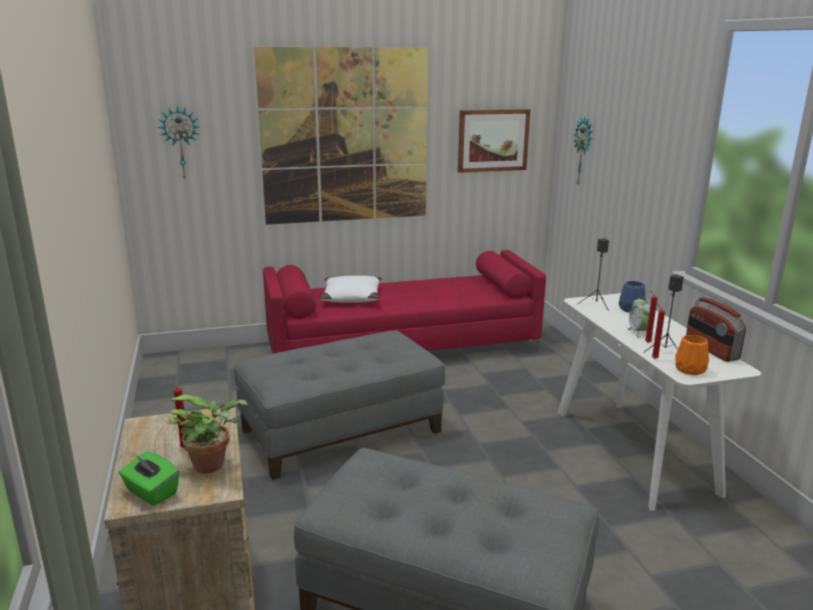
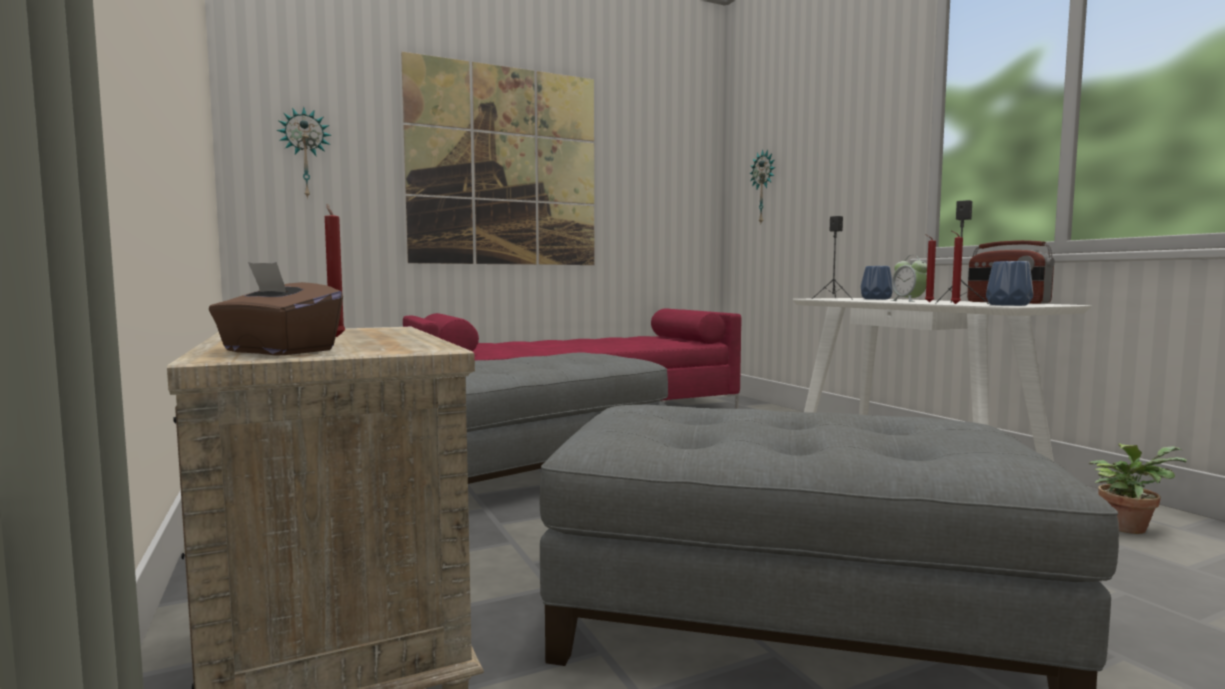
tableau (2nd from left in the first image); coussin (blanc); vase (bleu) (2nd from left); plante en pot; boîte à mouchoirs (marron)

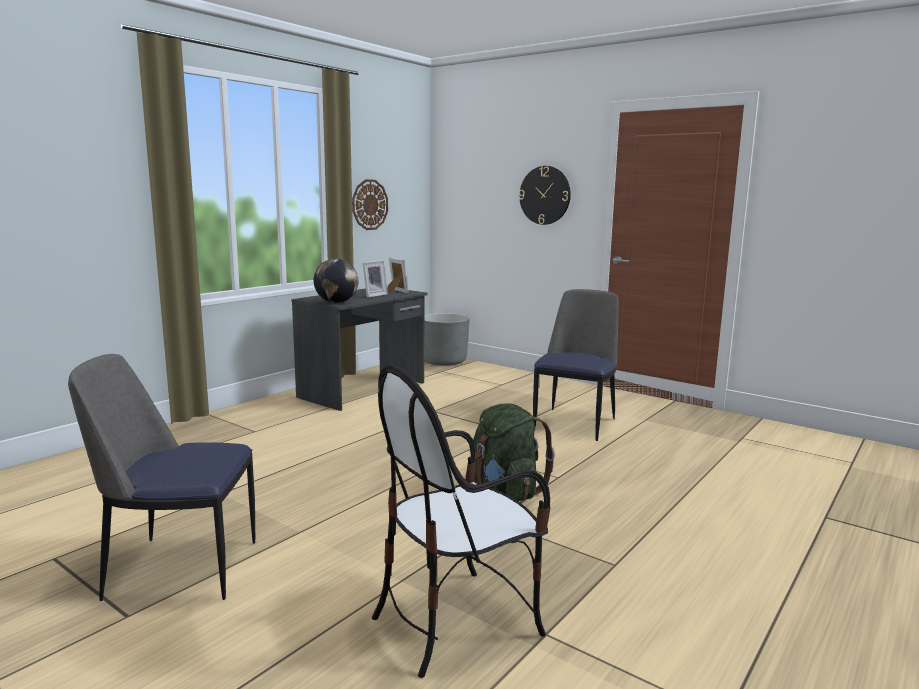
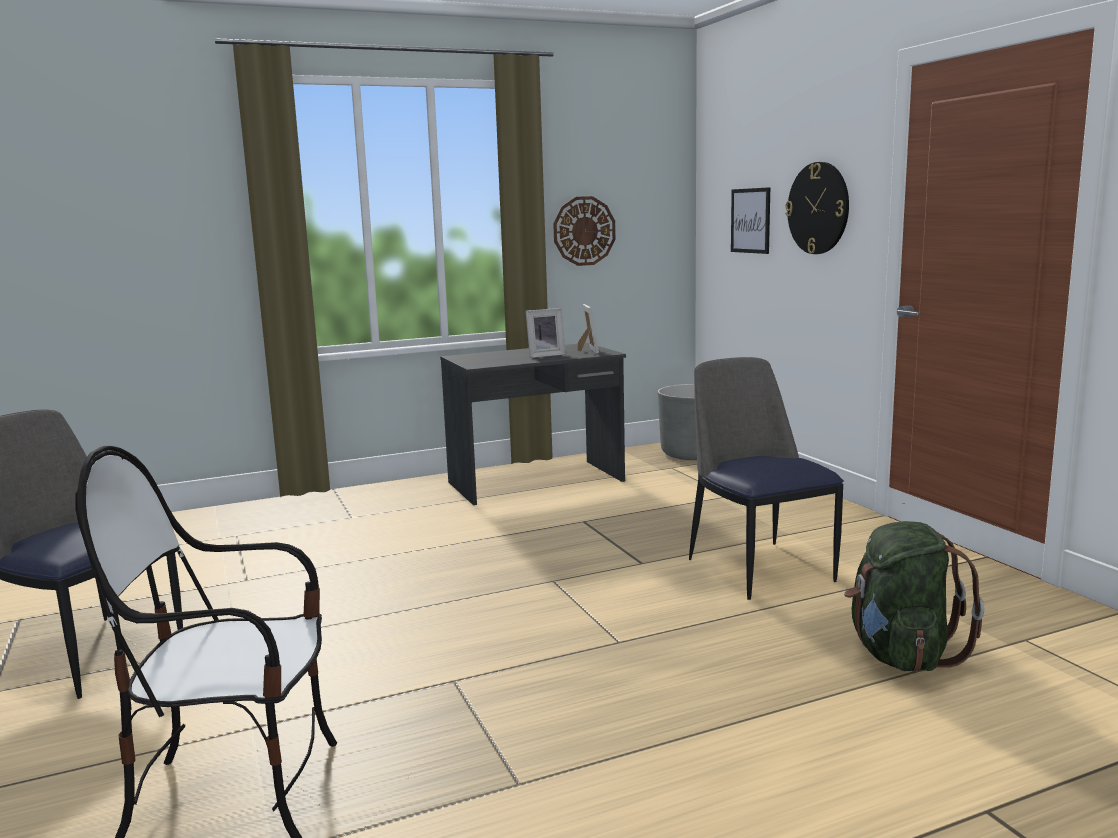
globe; chaise (3rd from left); sac à dos (vert); tableau

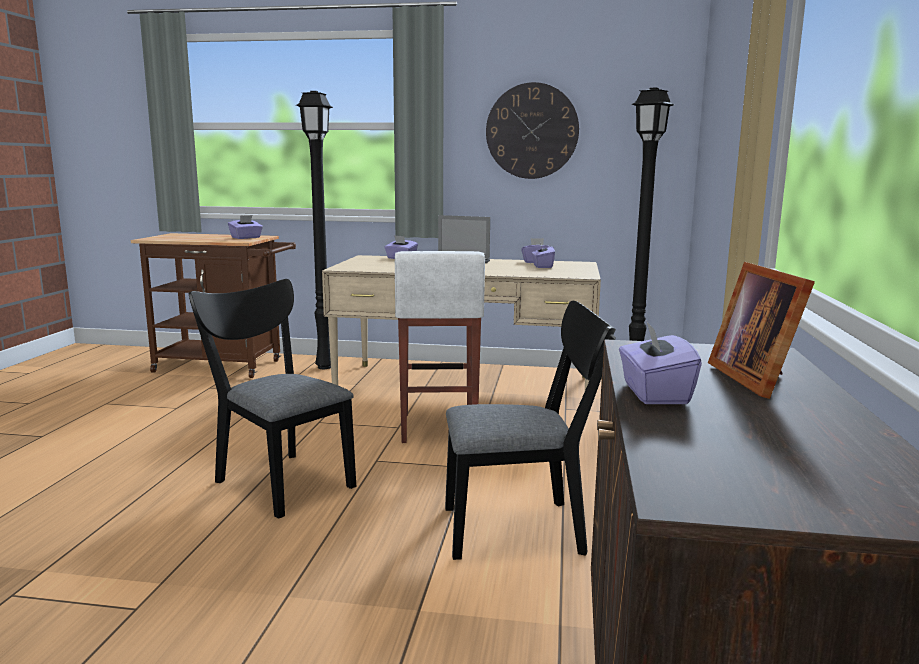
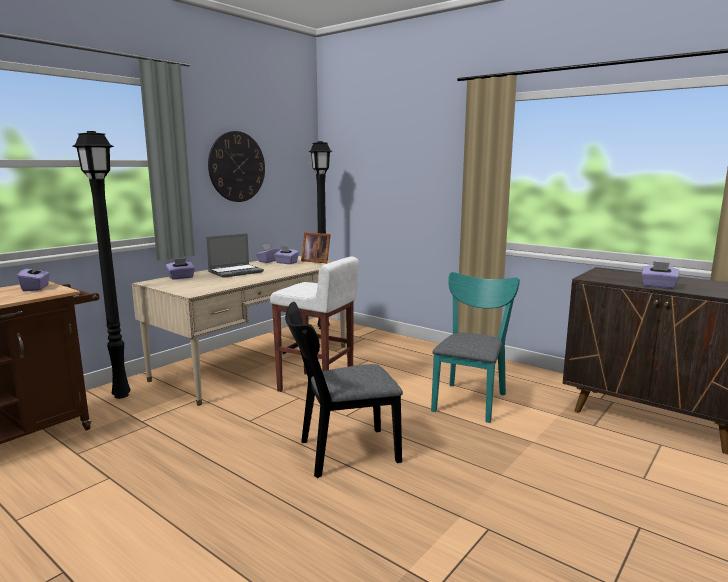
cadre photo; chaise (turquoise)

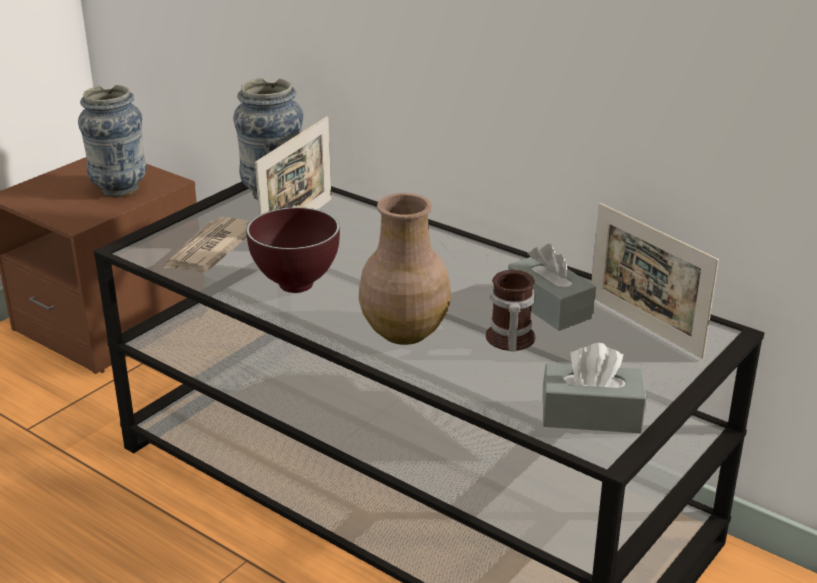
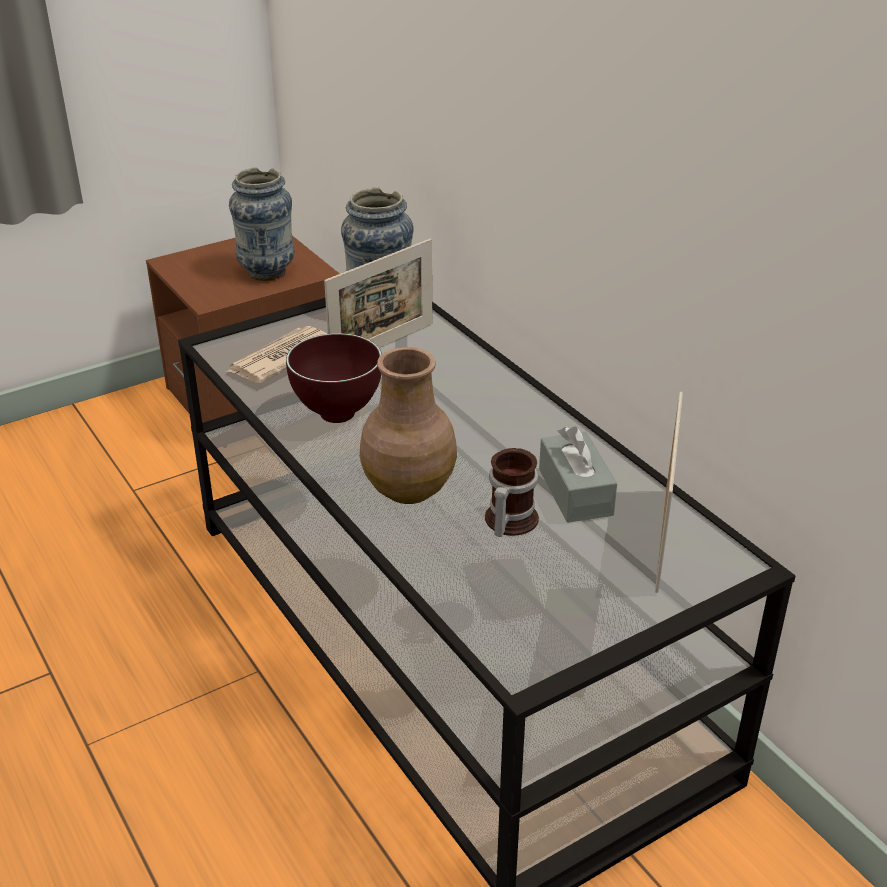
cadre photo (2nd from left); boîte à mouchoirs (gris) (2nd from left in the first image)

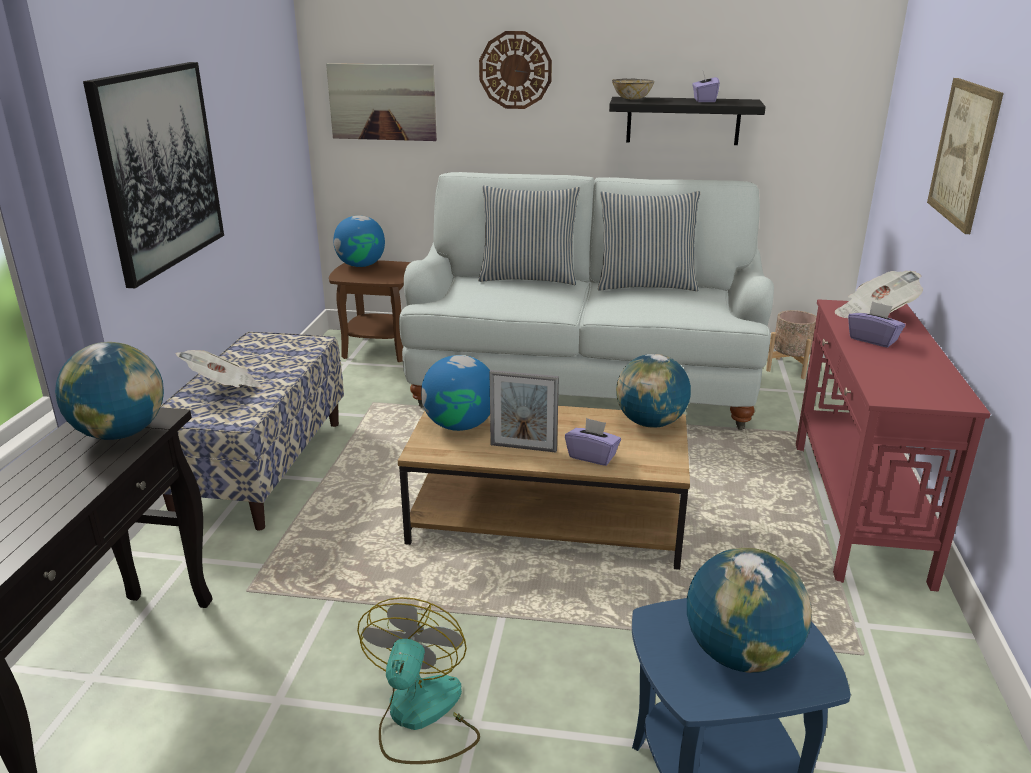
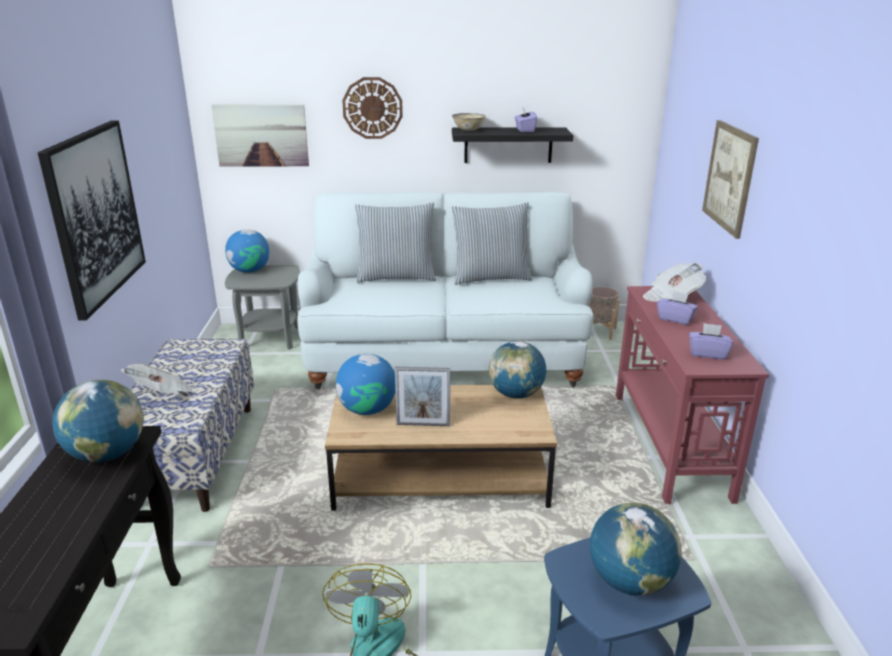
table d'appoint (gris); boîte à mouchoirs (violet) (3rd from left)

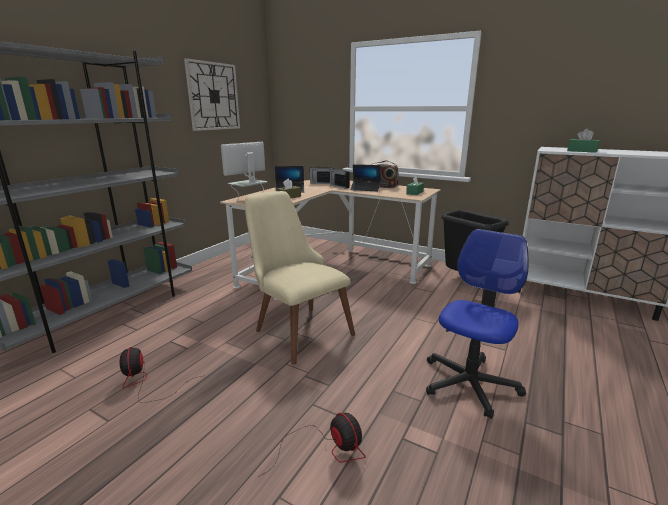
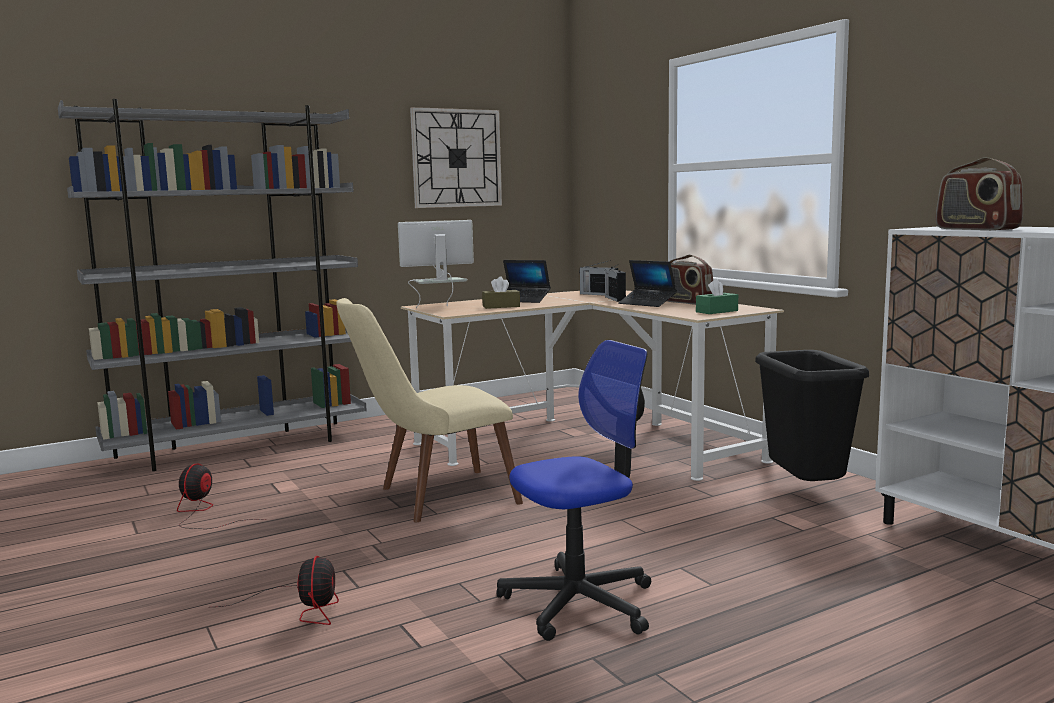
radio (4th from left); chaise (beige)

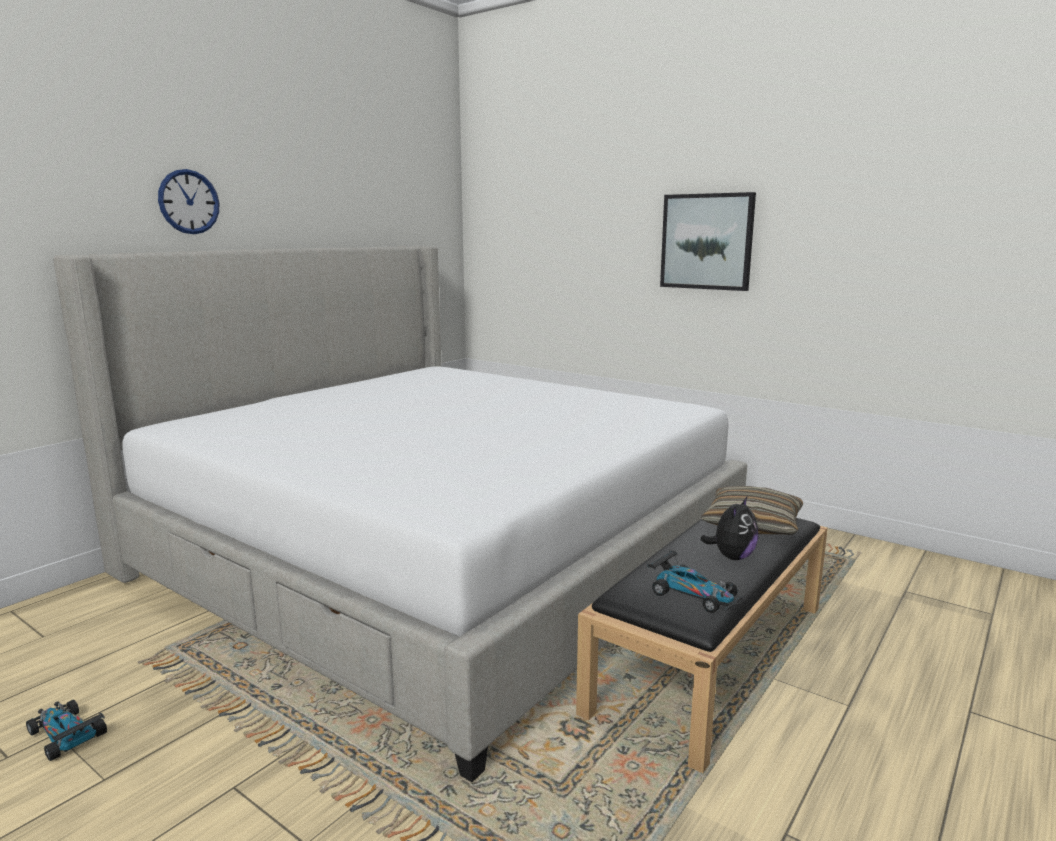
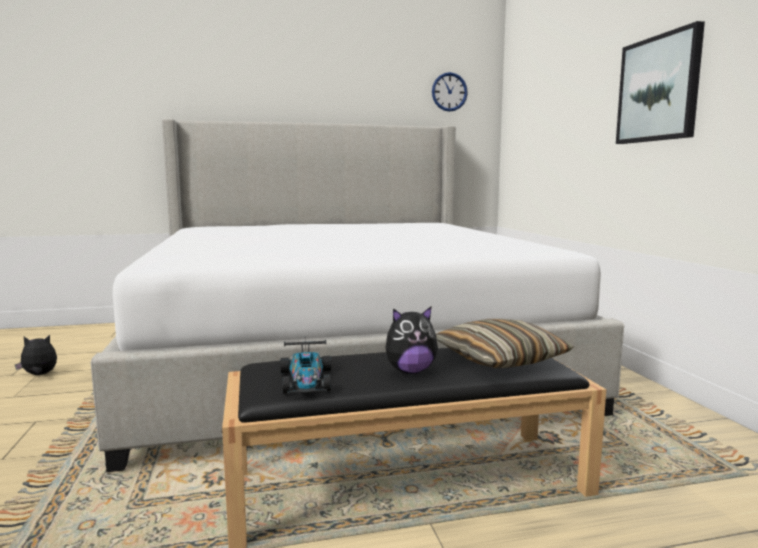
horloge murale; peluche (1st from left)

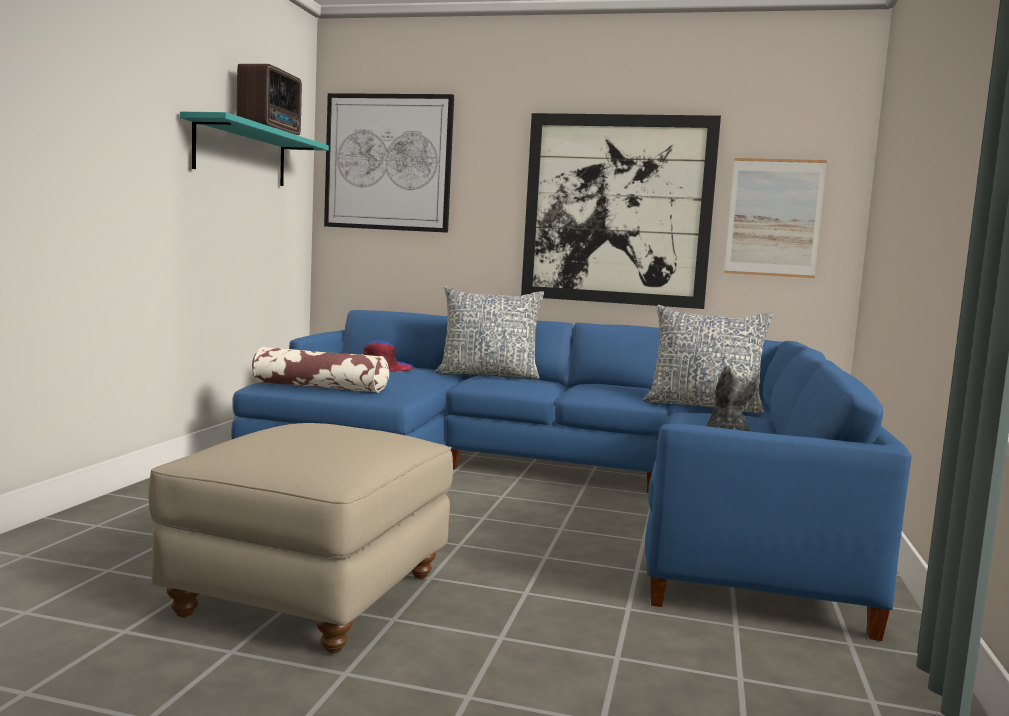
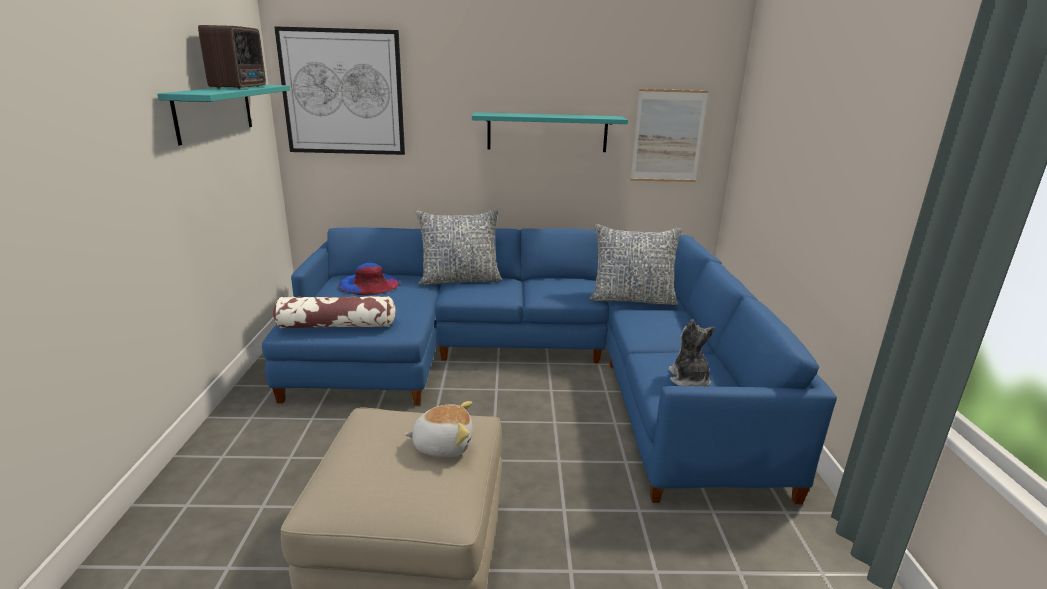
étagère (turquoise) (2nd from left); peluche (1st from left)

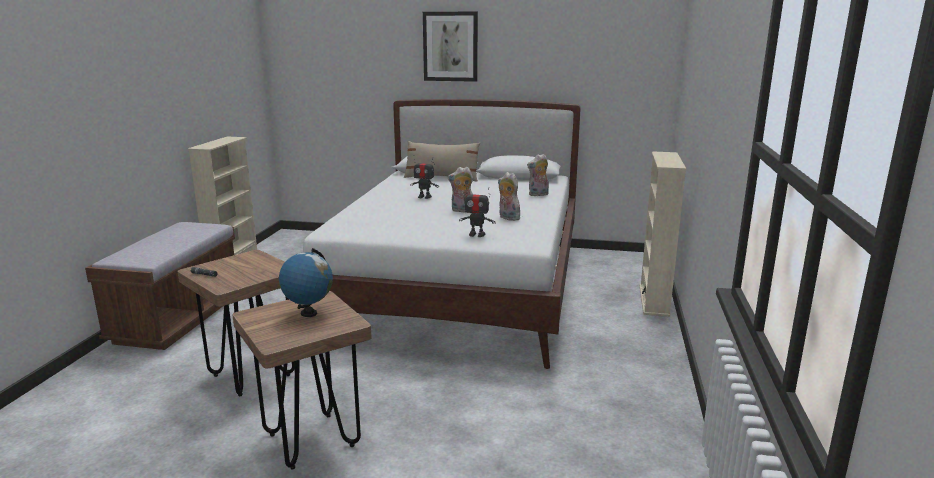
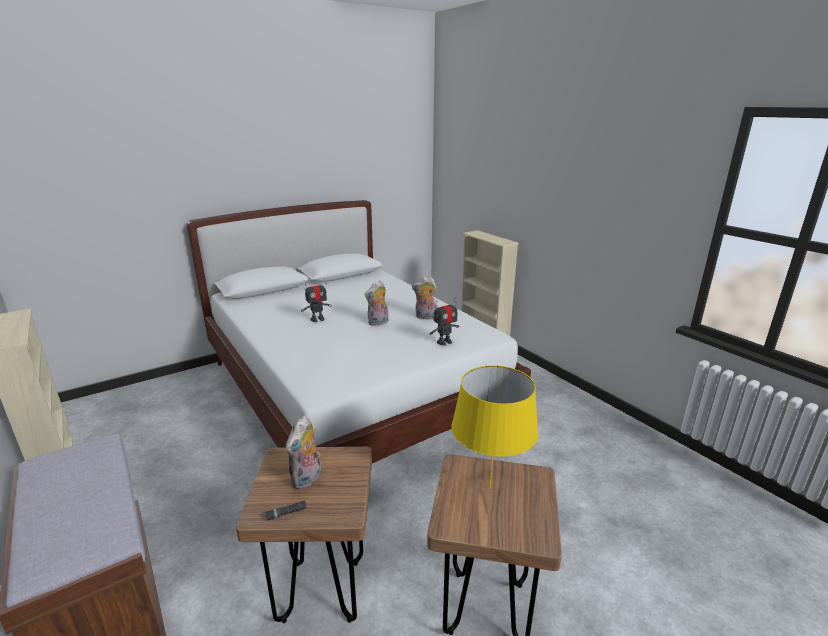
tableau; coussin (beige); peluche (1st from left); lampe de table (jaune)

